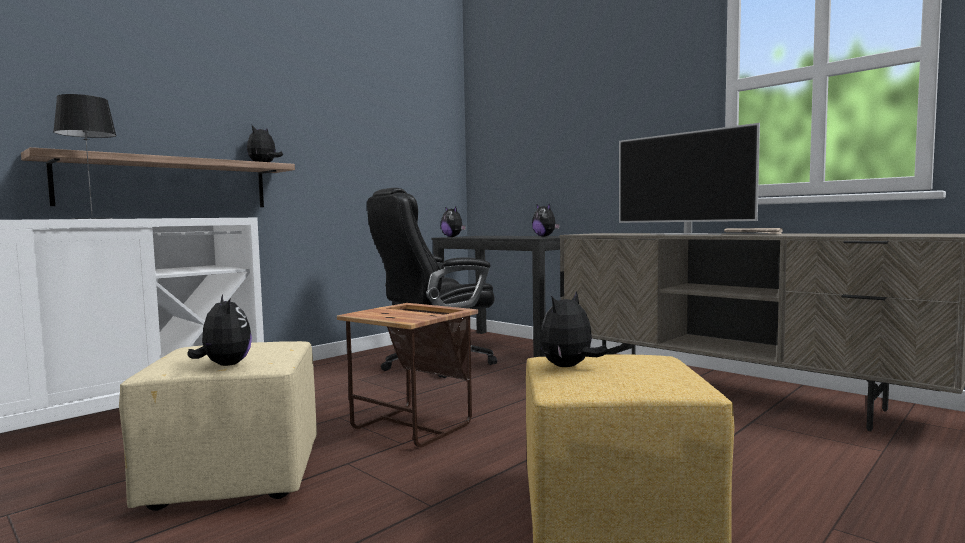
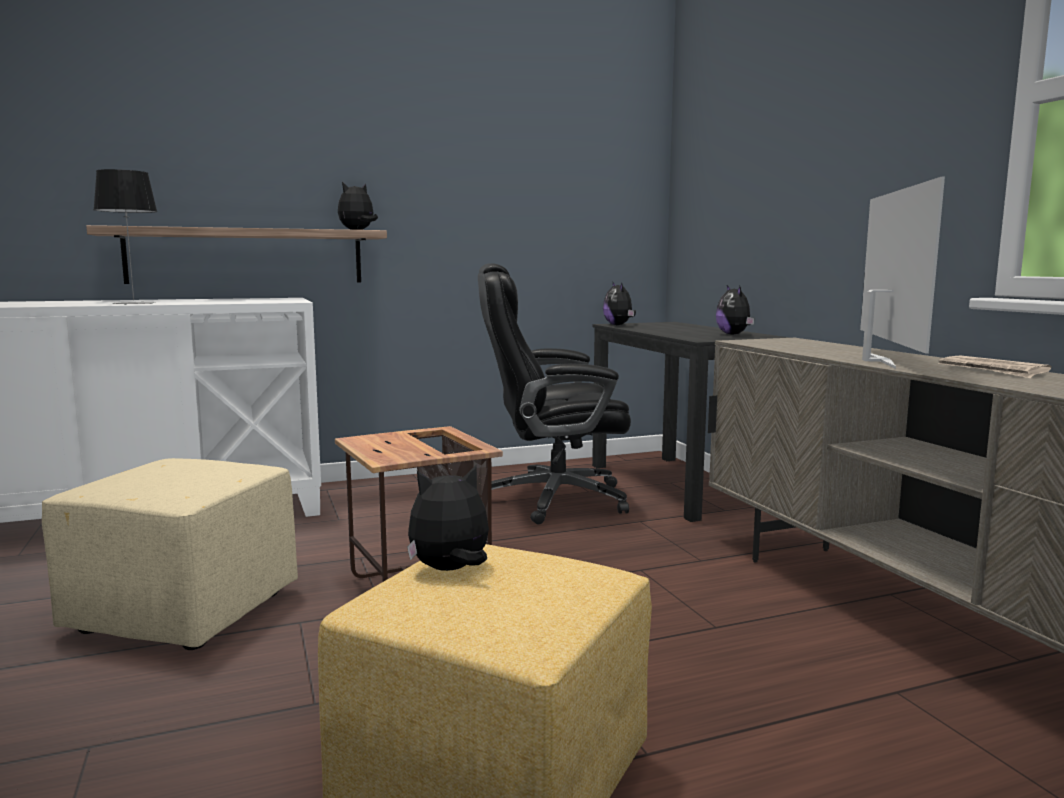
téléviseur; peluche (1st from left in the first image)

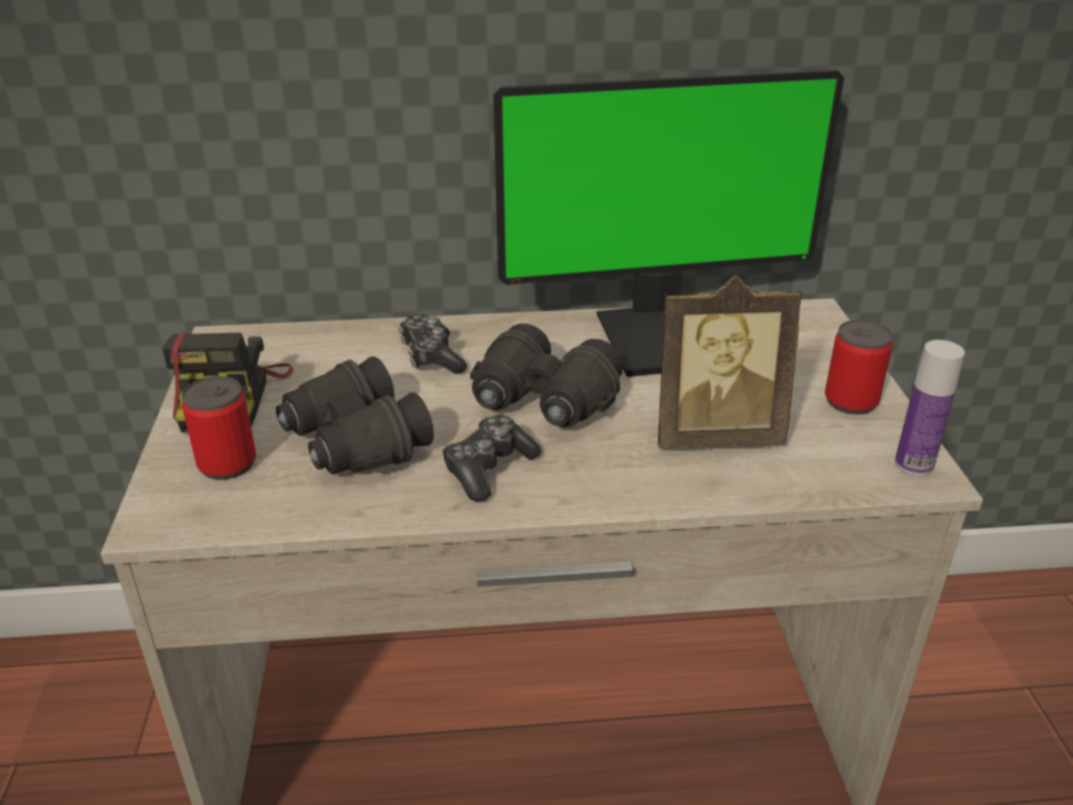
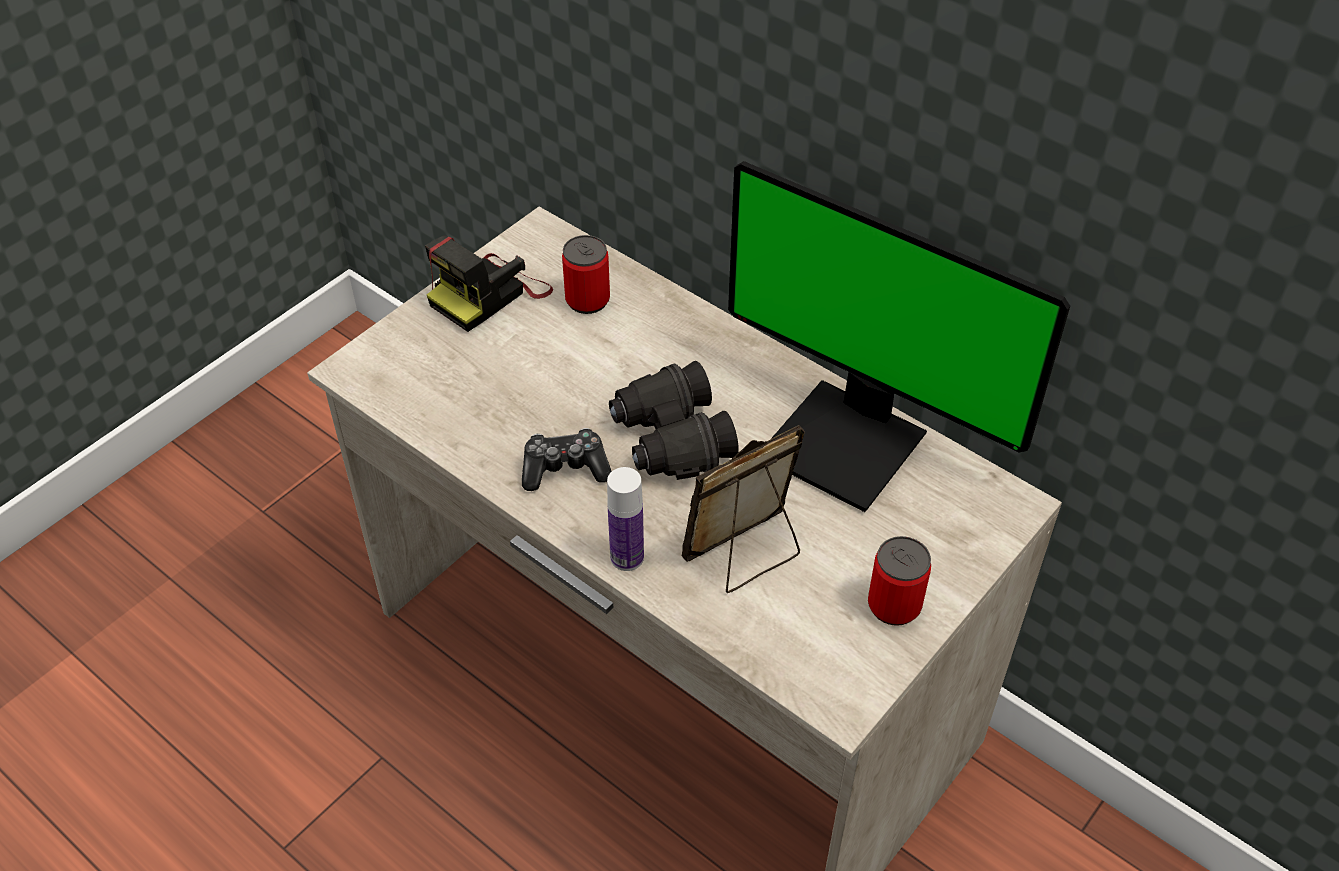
cadre photo; manette (1st from left in the first image); bouteille; jumelles (noir) (1st from left in the first image); boîte métallique (1st from left)

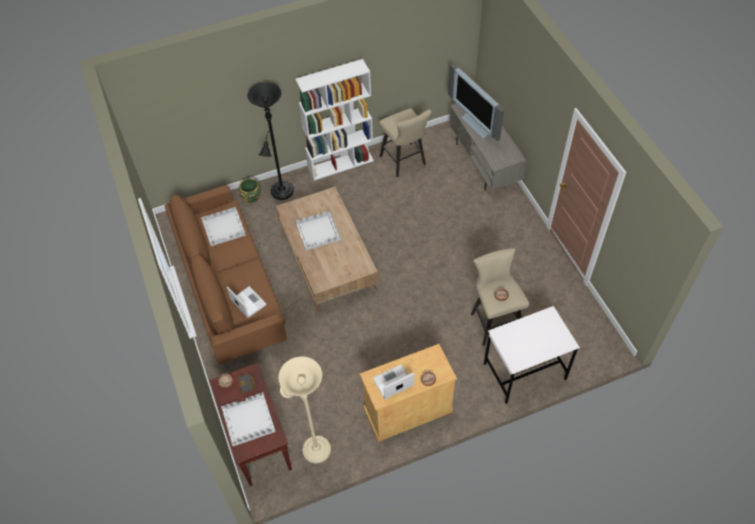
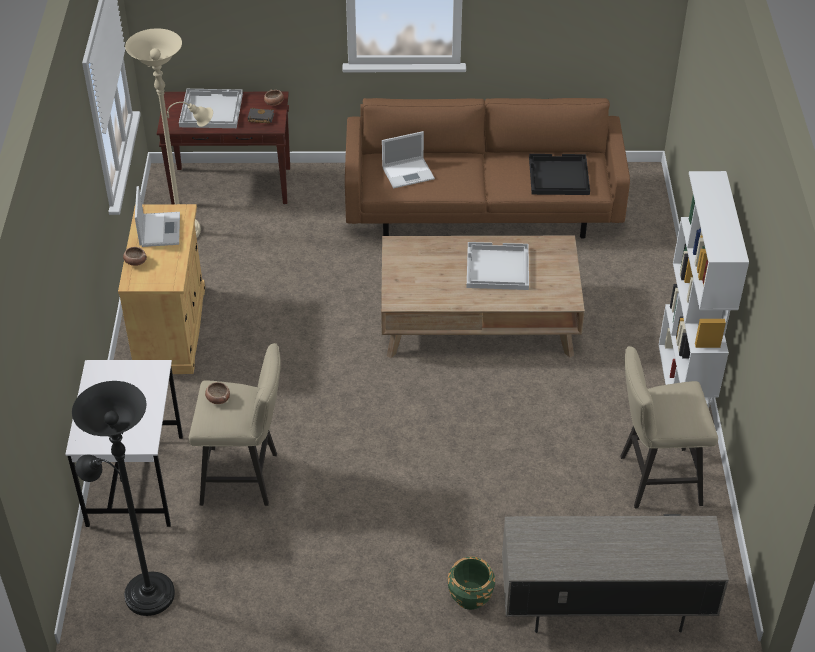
téléviseur; lampadaire (noir); cache-pot (vert); plateau (noir)

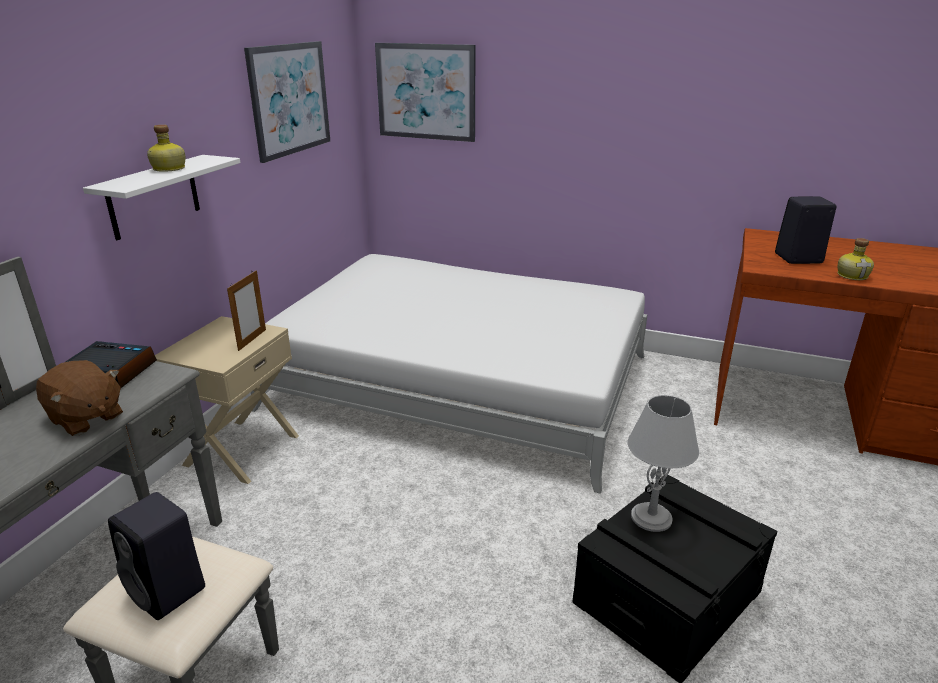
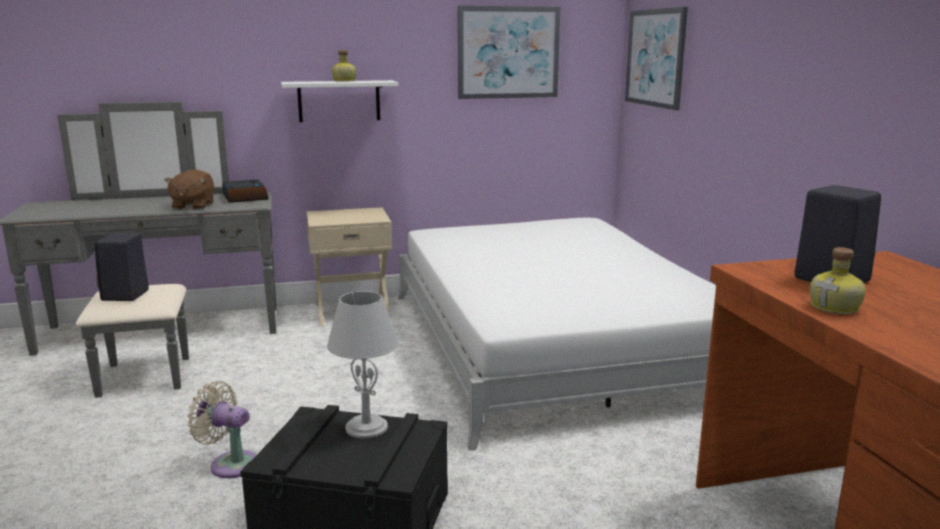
cadre photo; ventilateur (beige)

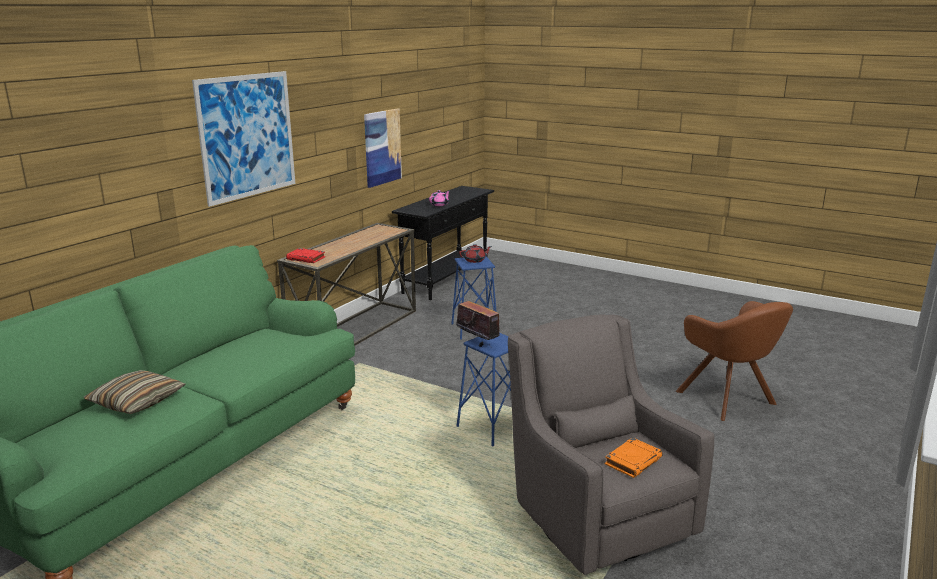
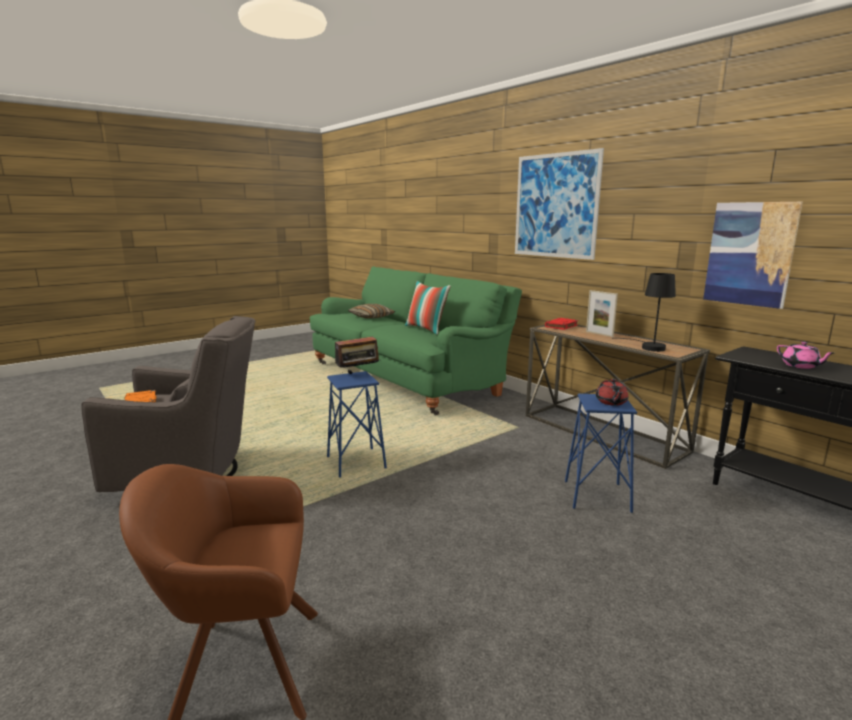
lampe de table (noir); coussin (2nd from left); cadre photo

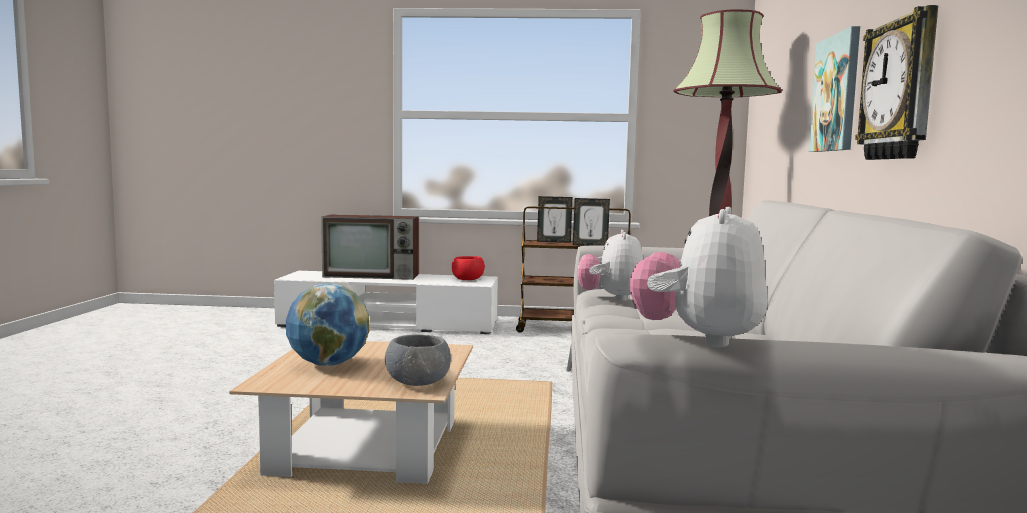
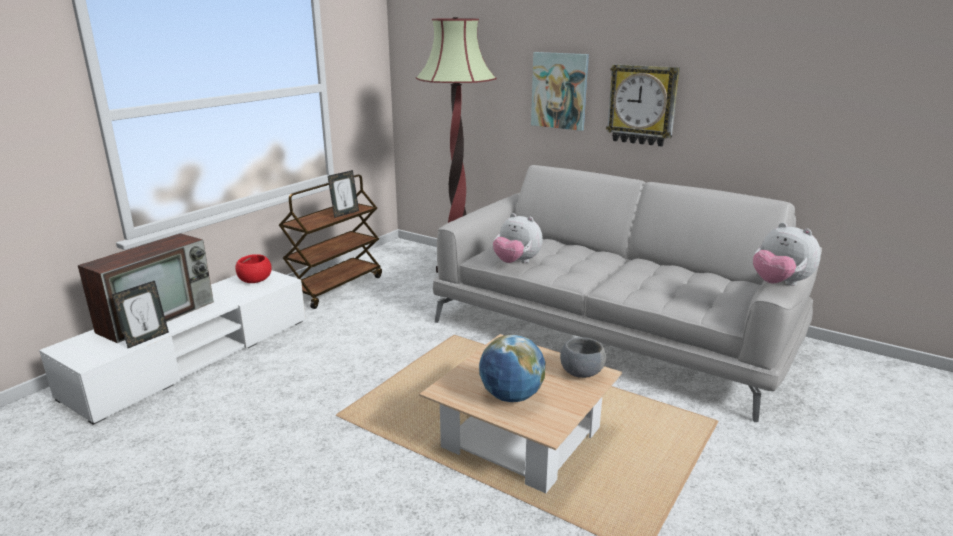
cadre photo (1st from left)

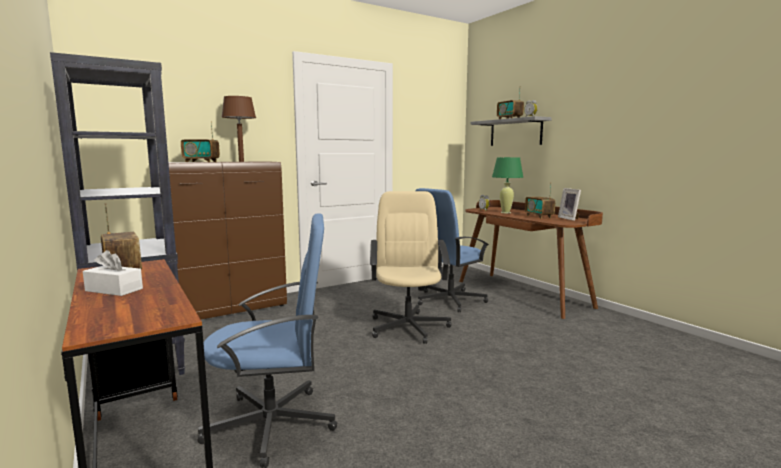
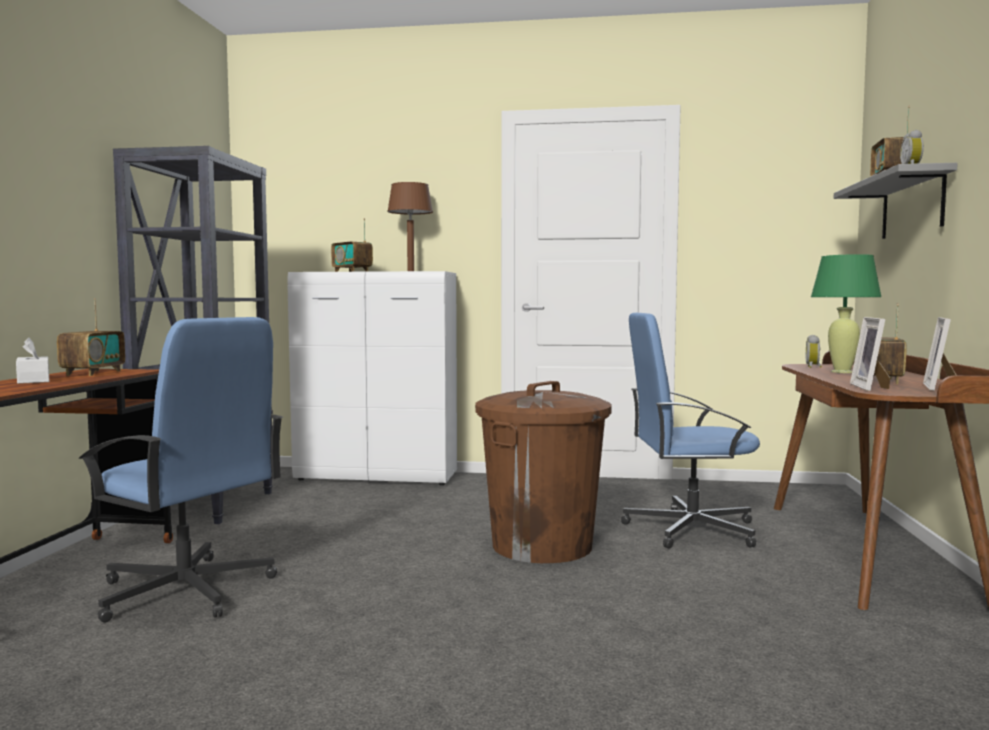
meuble de rangement (blanc); poubelle (marron); cadre photo (1st from left)

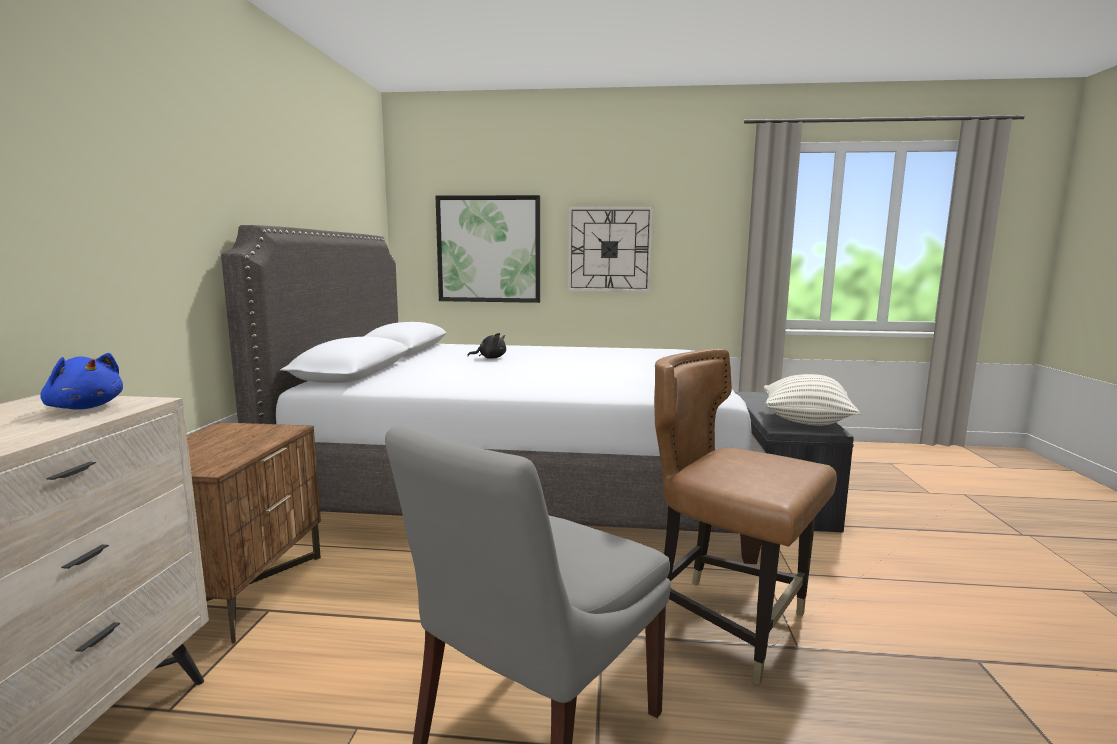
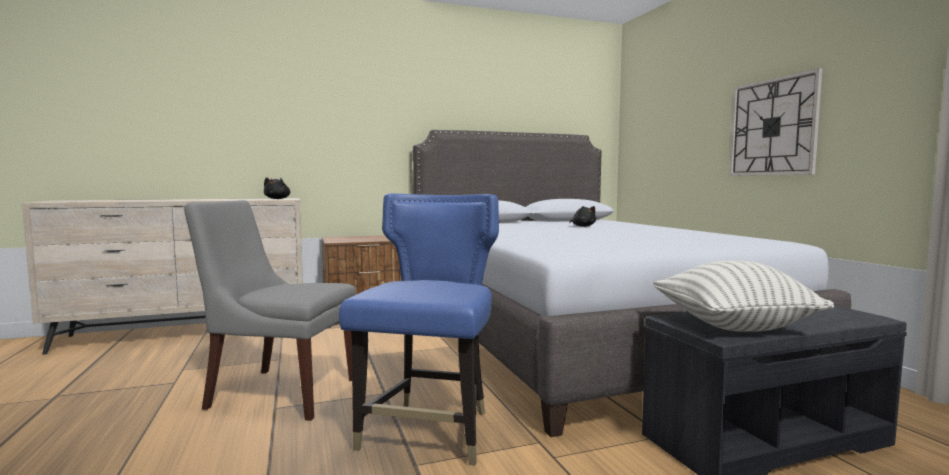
tableau; chaise (bleu); peluche (noir) (1st from left)

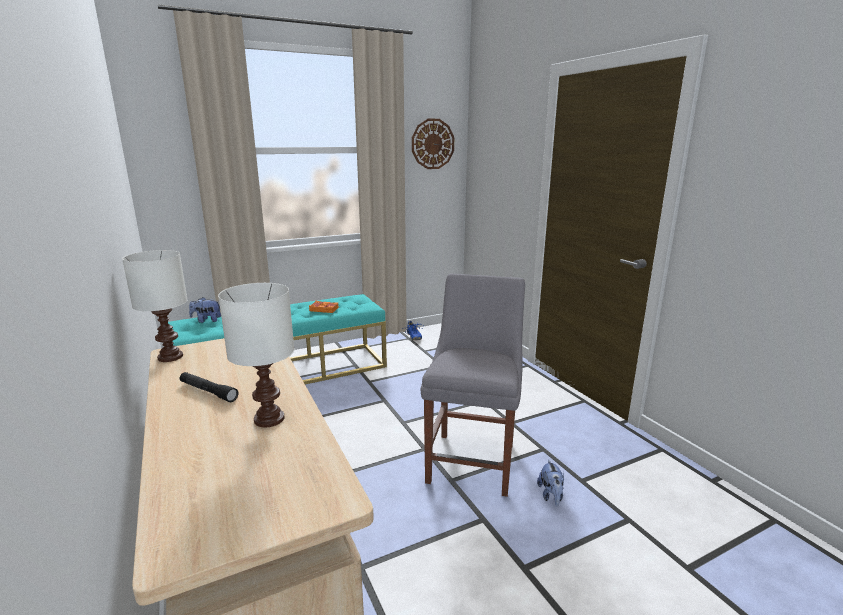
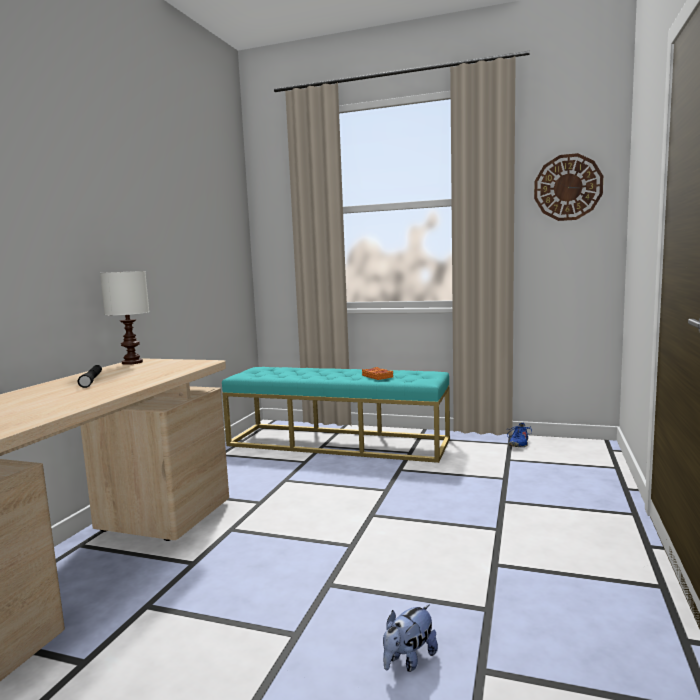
chaise (gris); lampe de table (blanc) (2nd from left in the first image); peluche (1st from left in the first image)

